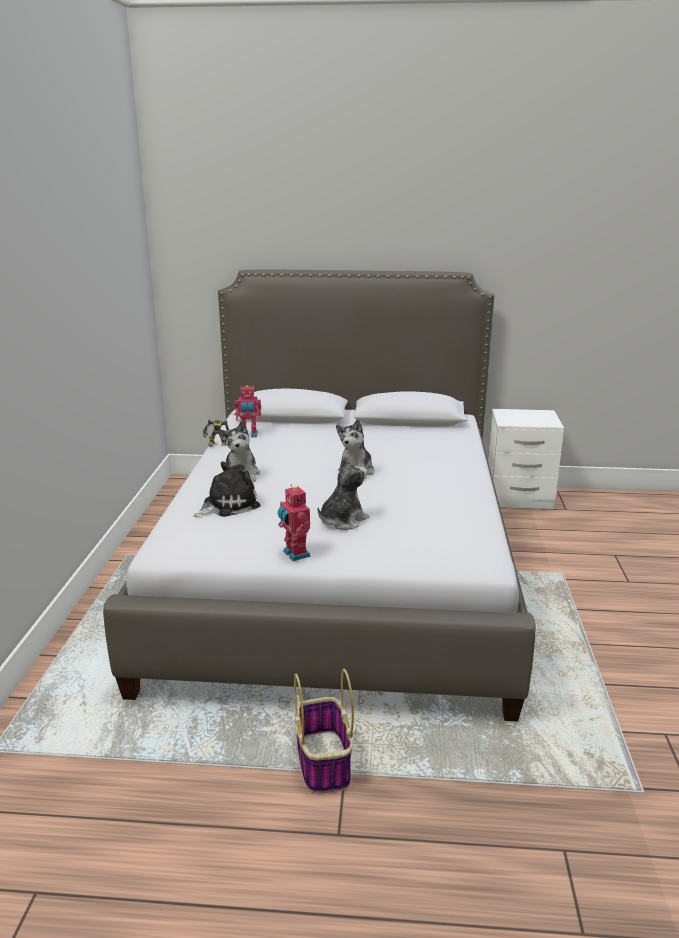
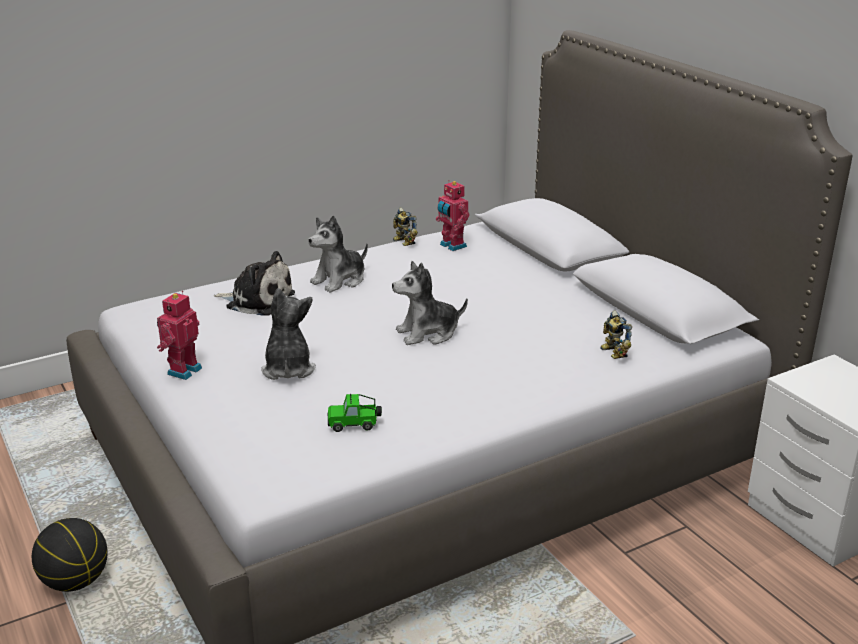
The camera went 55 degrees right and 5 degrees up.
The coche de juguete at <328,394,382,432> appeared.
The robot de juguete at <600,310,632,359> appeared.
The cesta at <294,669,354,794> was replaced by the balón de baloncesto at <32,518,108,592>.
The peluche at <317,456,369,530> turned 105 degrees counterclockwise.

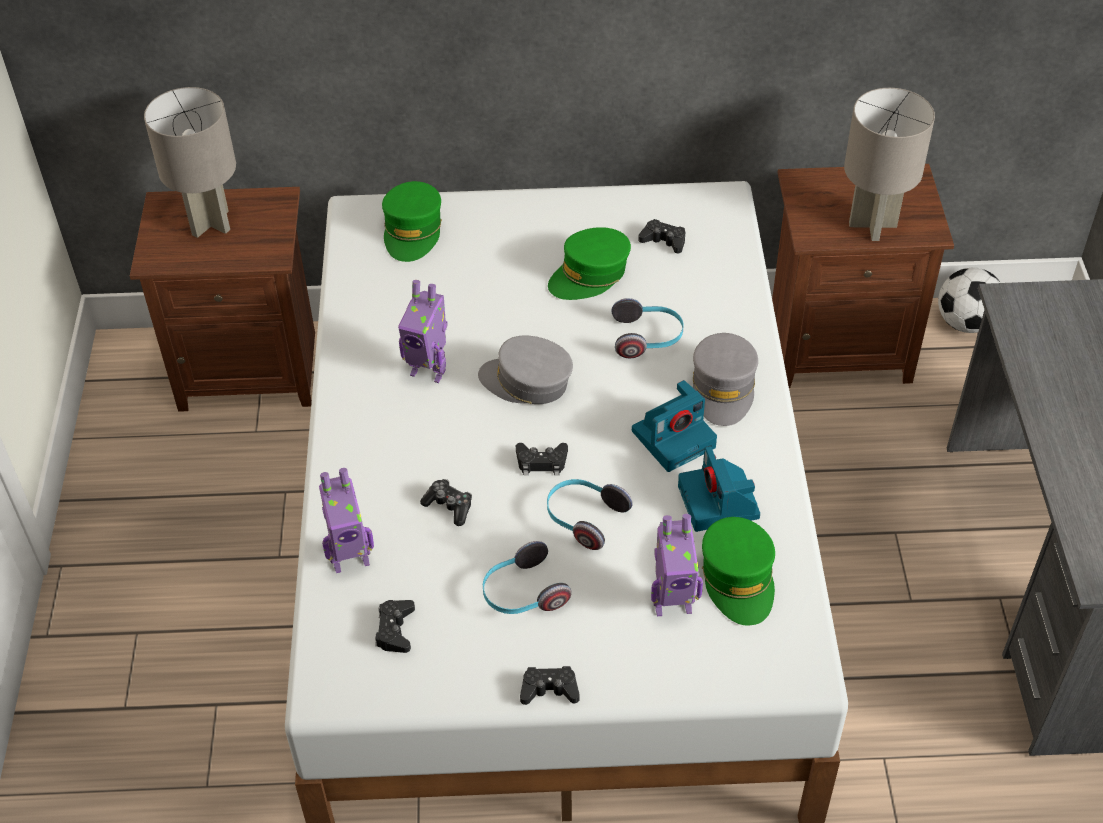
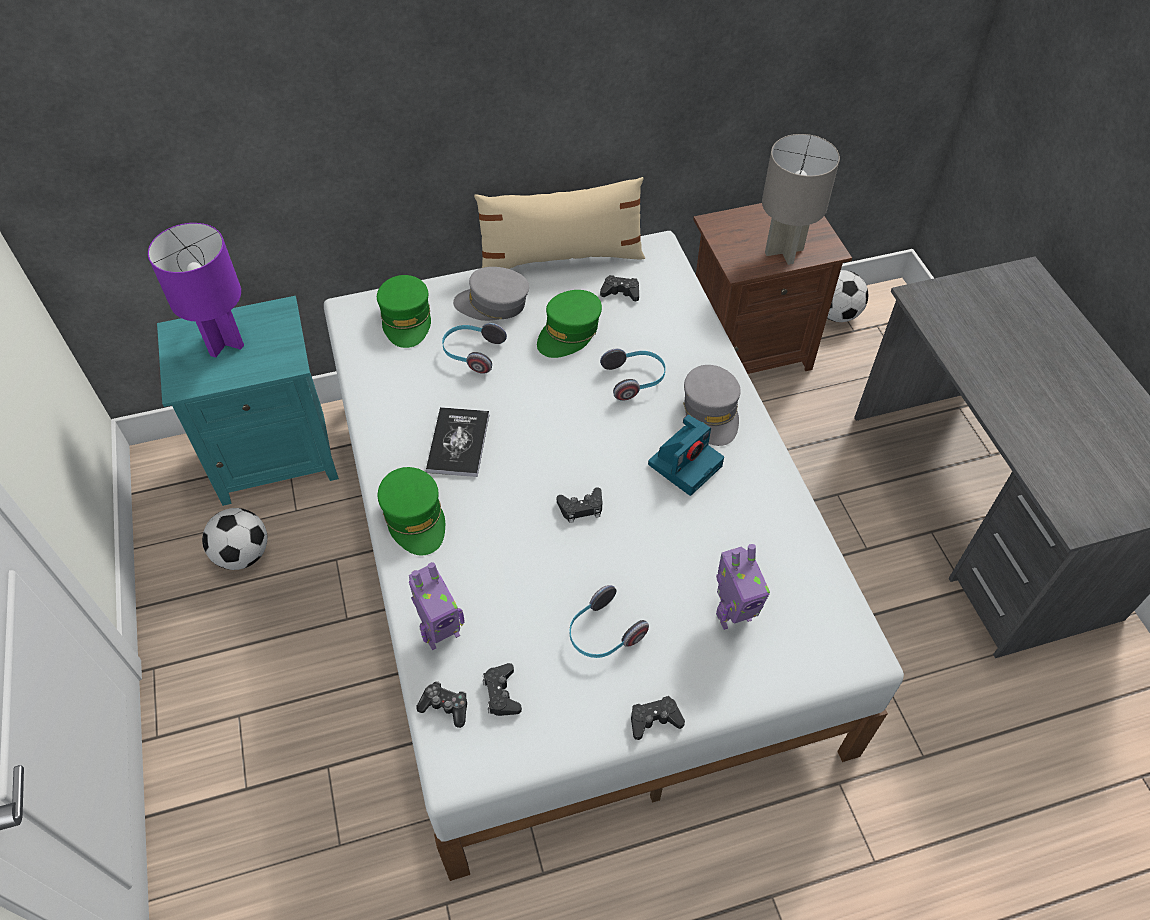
The camera went 15 degrees left and 5 degrees up.
The cámara at <678,446,760,532> disappeared.
The balón de fútbol at <202,508,268,570> appeared.
The cojín/beis at <474,177,645,269> appeared.
The mando de consola moved from <420,479,472,526> to <416,681,467,728>.
The gorra/gris moved from <478,336,573,404> to <453,267,529,321>.
The auriculares moved from <547,479,633,550> to <442,323,507,374>.
The gorra/verde moved from <702,517,775,625> to <378,467,445,556>.
The robot de juguete at <398,280,448,383> was replaced by the libro at <426,407,489,477>.
The mesita de noche/marrón at <130,187,315,412> became the mesita de noche/turquesa at <157,296,339,506>.
The lámpara de mesa/gris at <144,87,236,238> became the lámpara de mesa/morado at <148,223,244,358>.

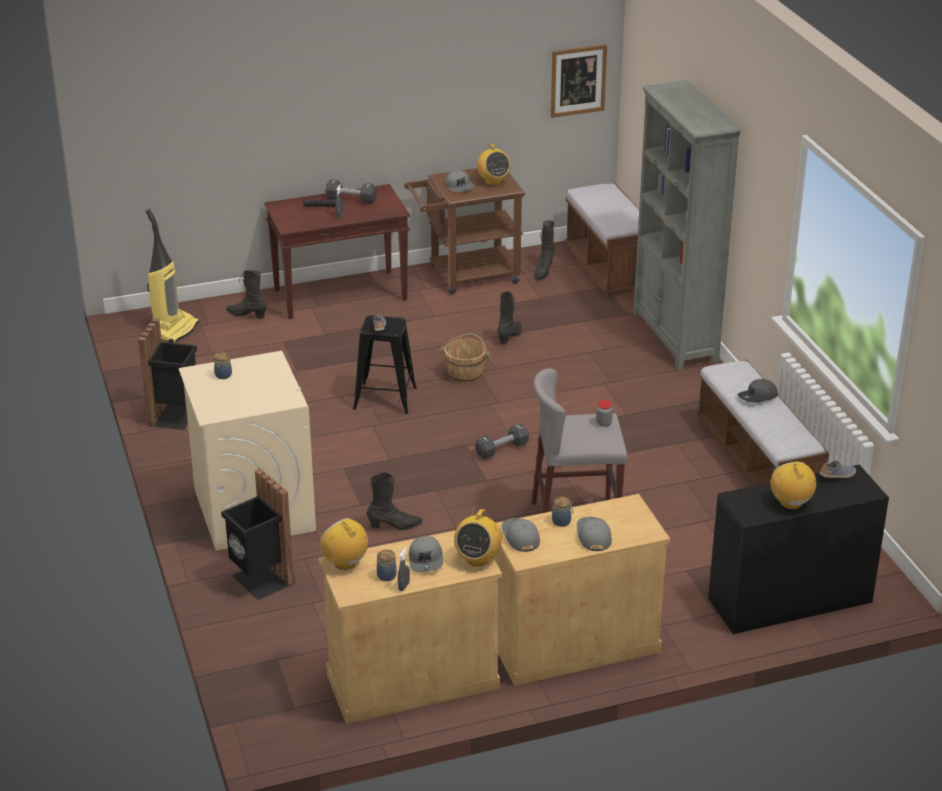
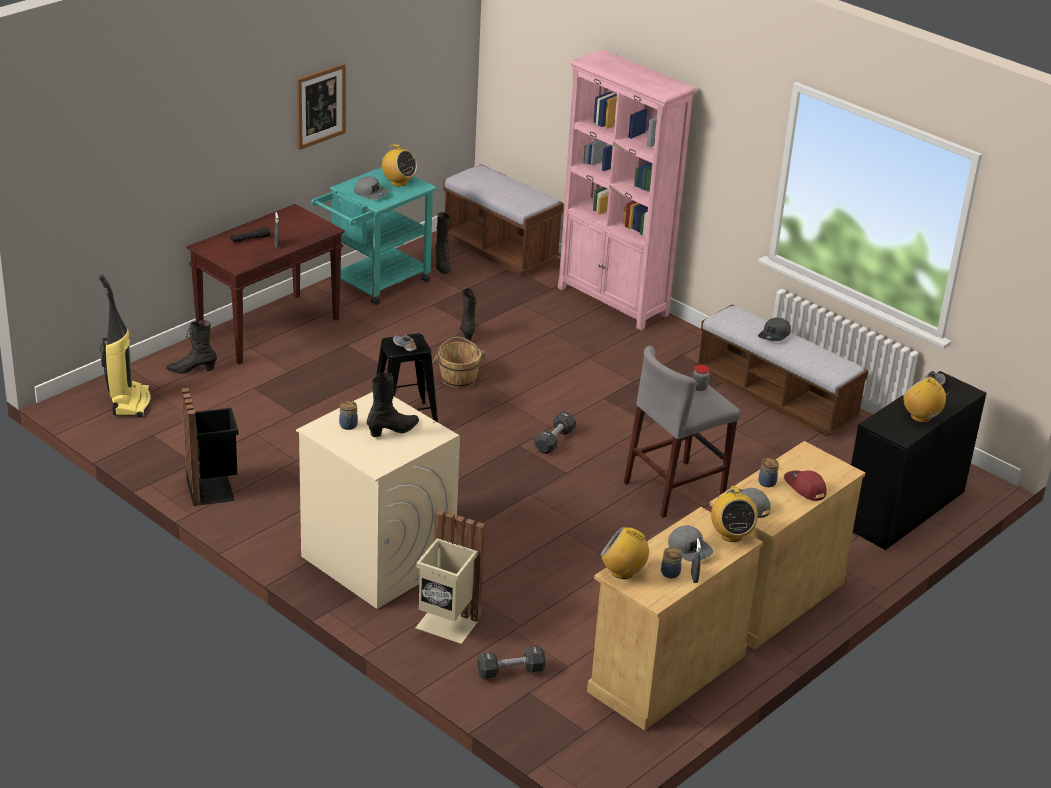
The camera went 30 degrees left and 0 degrees up.
The mancuerna/negro moved from <325,179,377,204> to <477,646,546,679>.
The bota/negro moved from <366,472,423,531> to <367,372,419,437>.
The cuadro moved from <551,44,607,118> to <297,63,346,150>.
The papelera/negro at <221,469,295,600> became the papelera/beis at <415,509,485,644>.
The carrito/marrón at <404,168,525,294> became the carrito/turquesa at <311,167,437,305>.
The gorra/gris at <577,517,612,551> became the gorra/rojo at <784,470,827,501>.
The estantería/gris at <633,80,741,370> became the estantería/rosa at <558,50,697,330>.

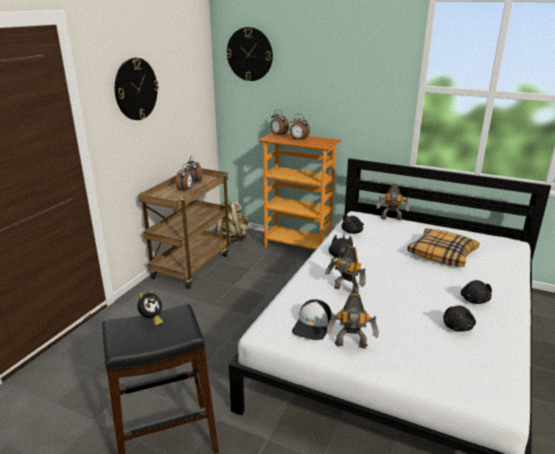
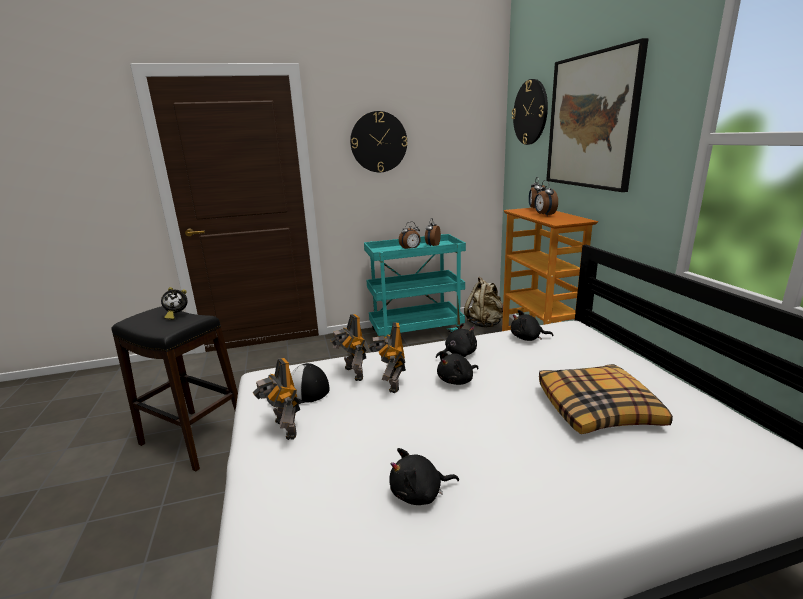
The camera went 50 degrees right and 5 degrees down.
The cuadro at <546,38,649,192> appeared.
The robot de juguete moved from <376,183,410,221> to <330,314,367,381>.
The peluche/negro moved from <461,280,492,304> to <437,351,479,385>.
The carrito/marrón at <138,168,231,289> became the carrito/turquesa at <364,234,466,337>.

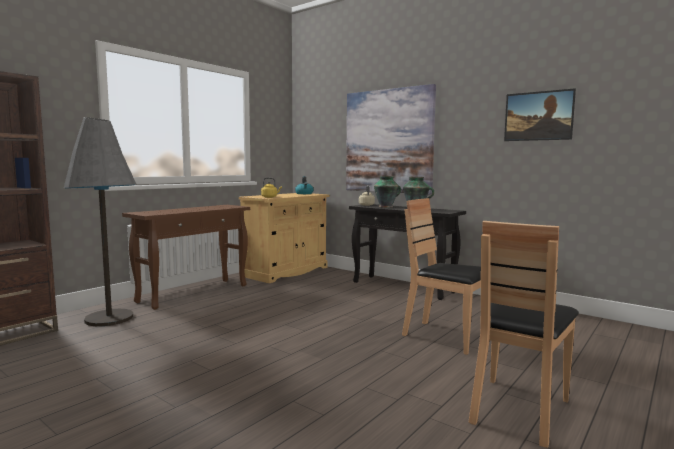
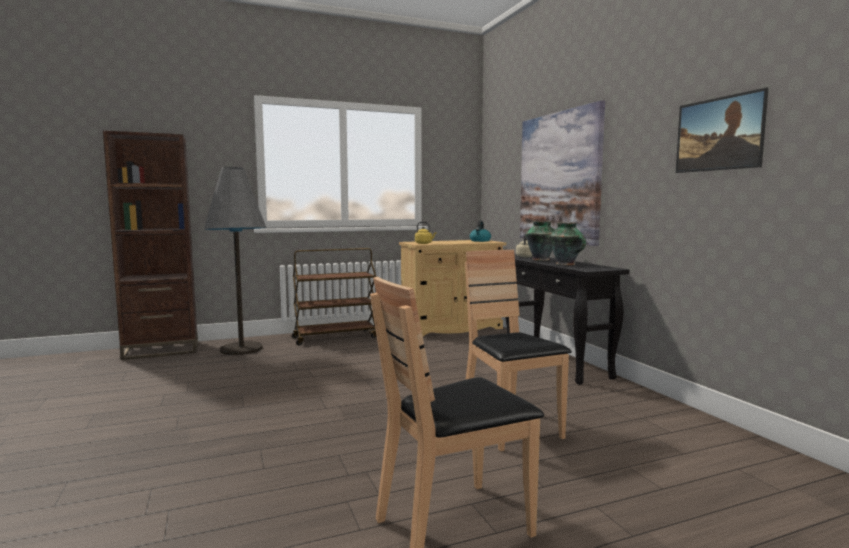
The camera went 30 degrees right and 0 degrees up.
The mesa consola/marrón at <122,205,250,310> was replaced by the carrito/marrón at <292,248,377,346>.

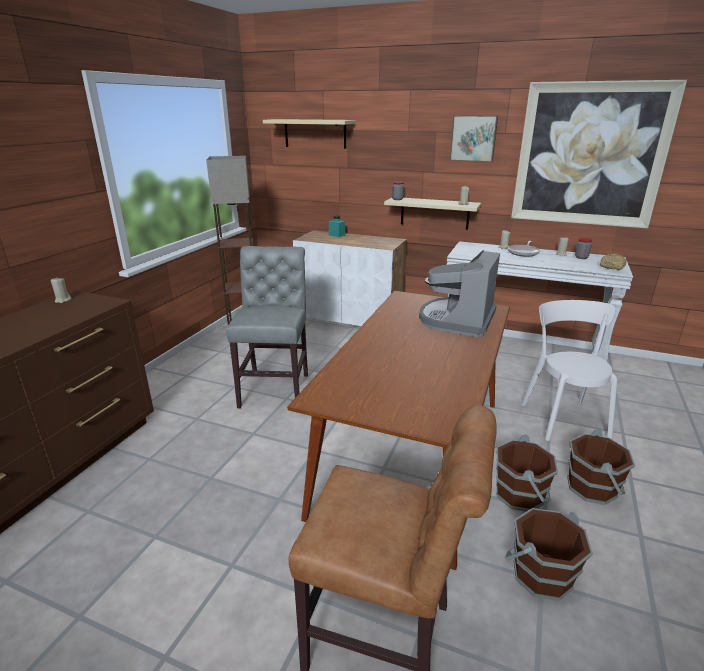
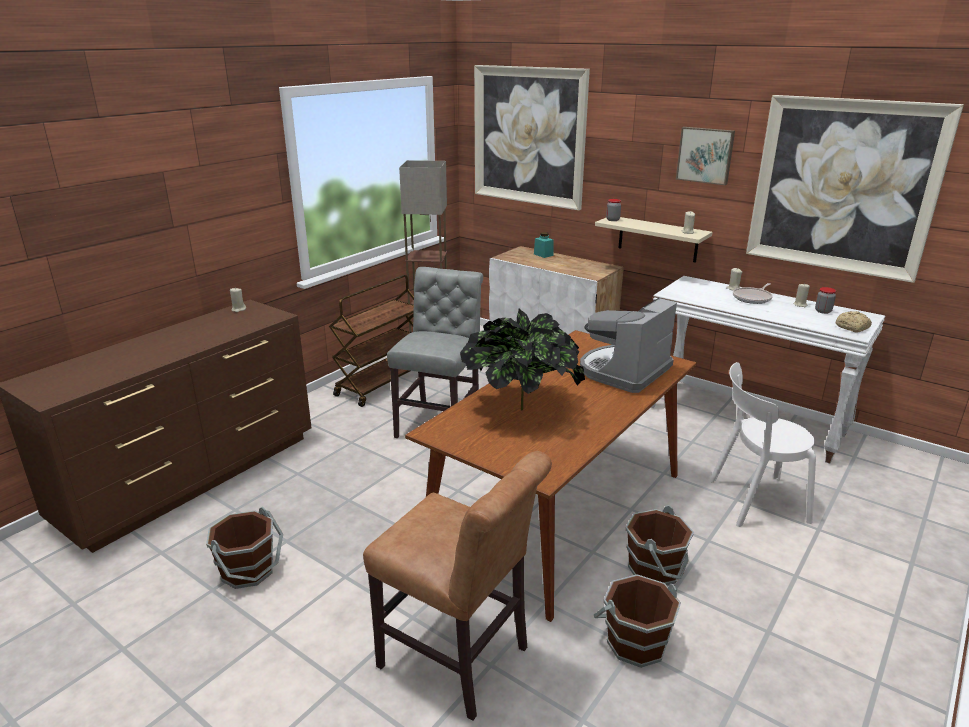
The camera went 15 degrees right and 0 degrees up.
The carrito/marrón at <329,275,414,407> appeared.
The planta en maceta at <460,308,585,411> appeared.
The cubo/marrón moved from <567,429,635,505> to <206,507,283,589>.
The estante/beis at <263,119,356,149> was replaced by the cuadro at <474,65,590,210>.
The silla/blanco at <521,300,617,441> turned 105 degrees counterclockwise.

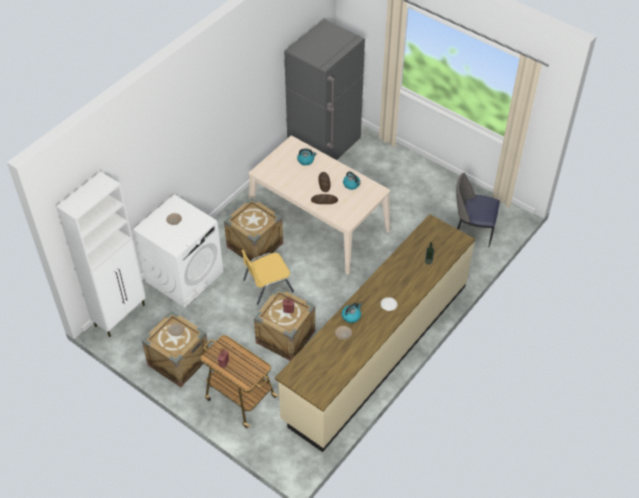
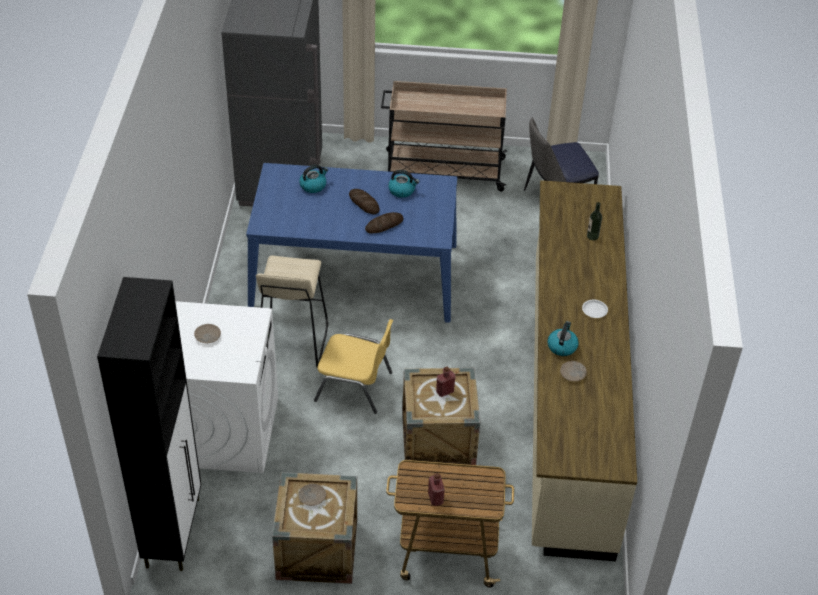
The camera went 35 degrees left and 5 degrees down.
The carrito/beis at <381,81,507,192> appeared.
The caja de embalaje at <224,197,283,262> was replaced by the taburete/beis at <256,255,328,368>.
The armario/blanco at <56,171,146,337> became the armario/negro at <97,277,201,571>.
The mesa de comedor/beis at <249,135,390,275> became the mesa de comedor/azul at <246,163,457,323>.
The silla/amarillo at <241,250,294,305> turned 105 degrees counterclockwise.

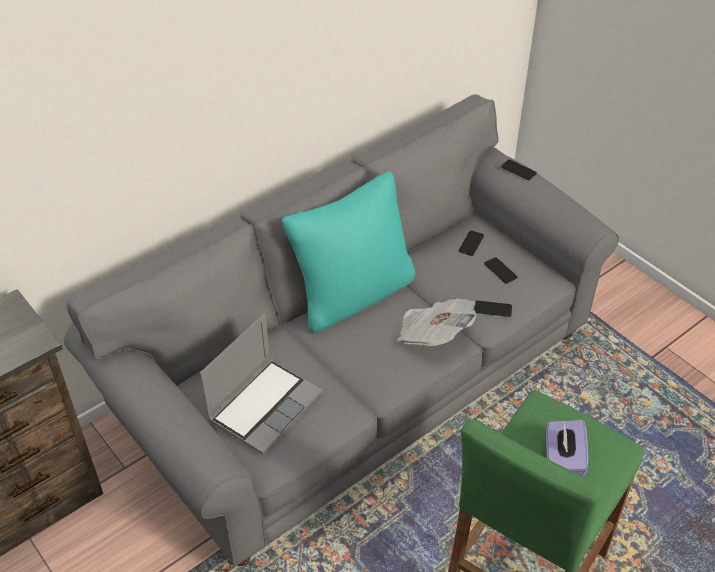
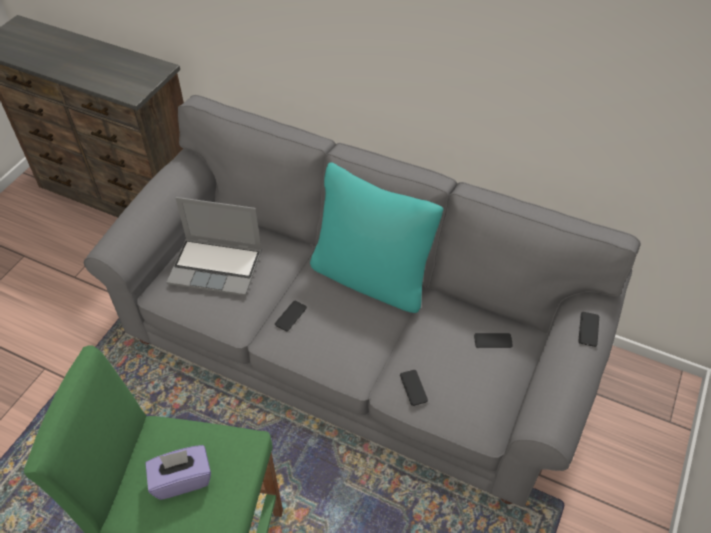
The camera went 65 degrees right and 5 degrees up.
The periódico at <397,298,476,346> disappeared.
The móvil moved from <484,257,517,284> to <275,301,307,331>.

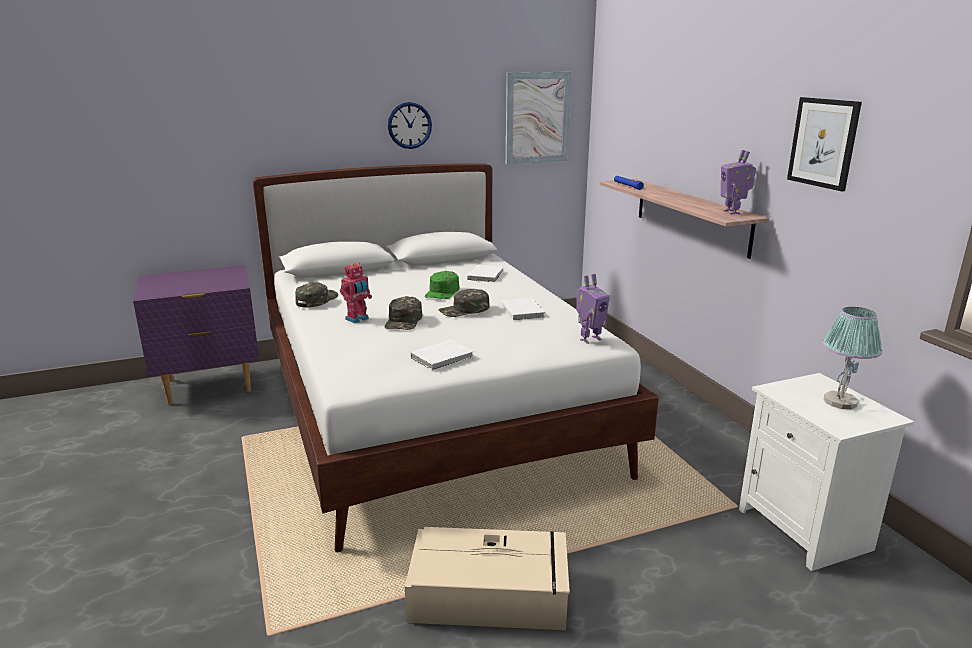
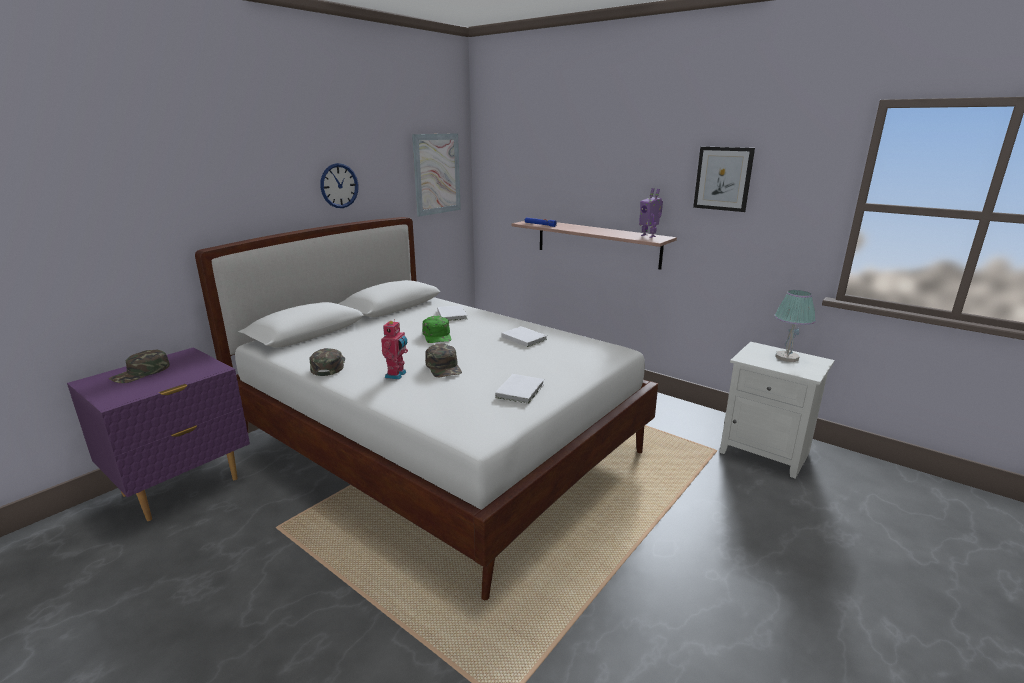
The camera went 30 degrees left and 0 degrees up.
The caja de almacenaje/beis at <405,527,570,630> disappeared.
The robot de juguete at <576,274,610,344> disappeared.
The gorra/verde moved from <438,289,490,317> to <109,350,170,383>.

